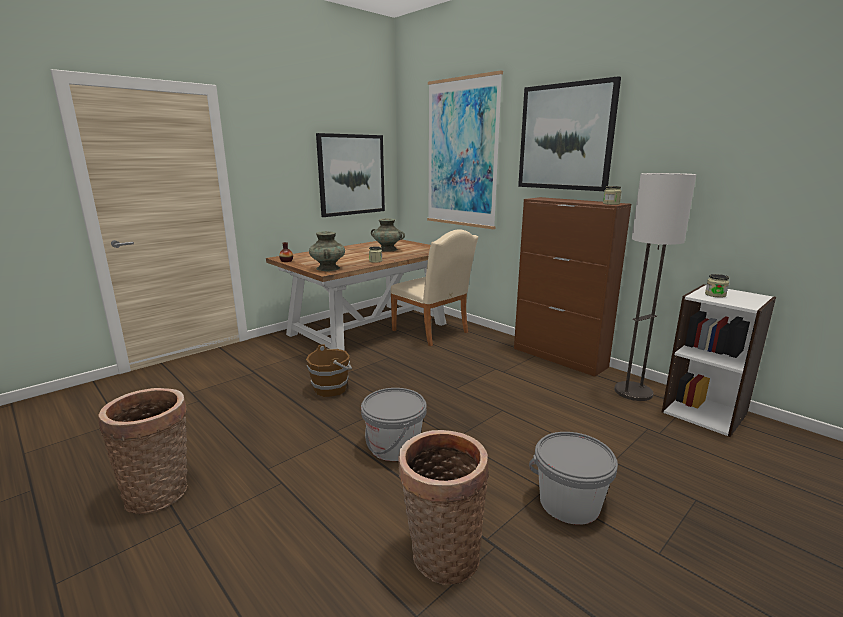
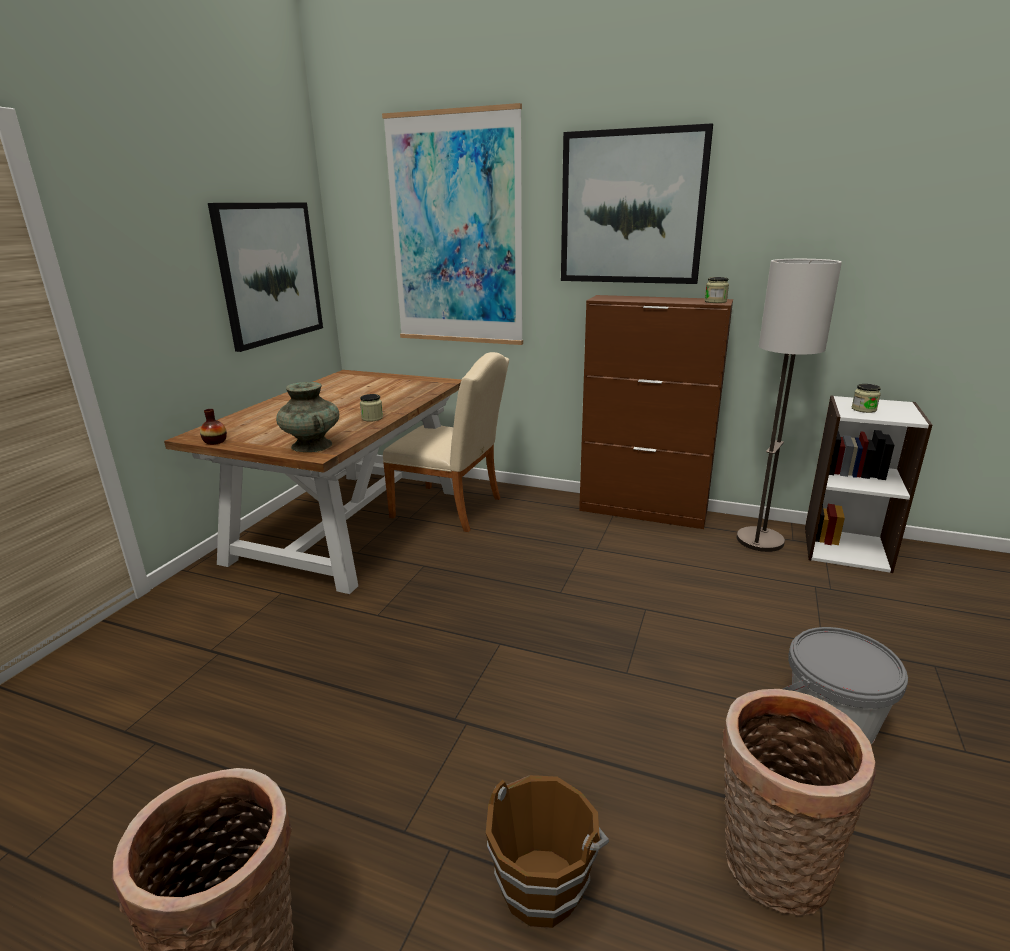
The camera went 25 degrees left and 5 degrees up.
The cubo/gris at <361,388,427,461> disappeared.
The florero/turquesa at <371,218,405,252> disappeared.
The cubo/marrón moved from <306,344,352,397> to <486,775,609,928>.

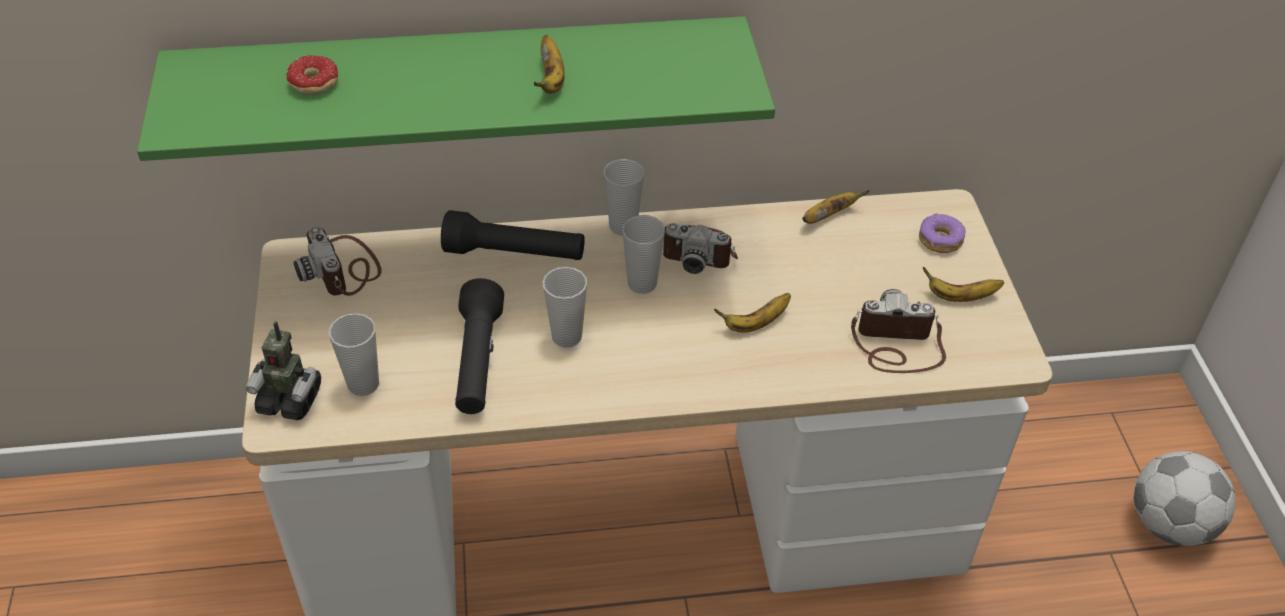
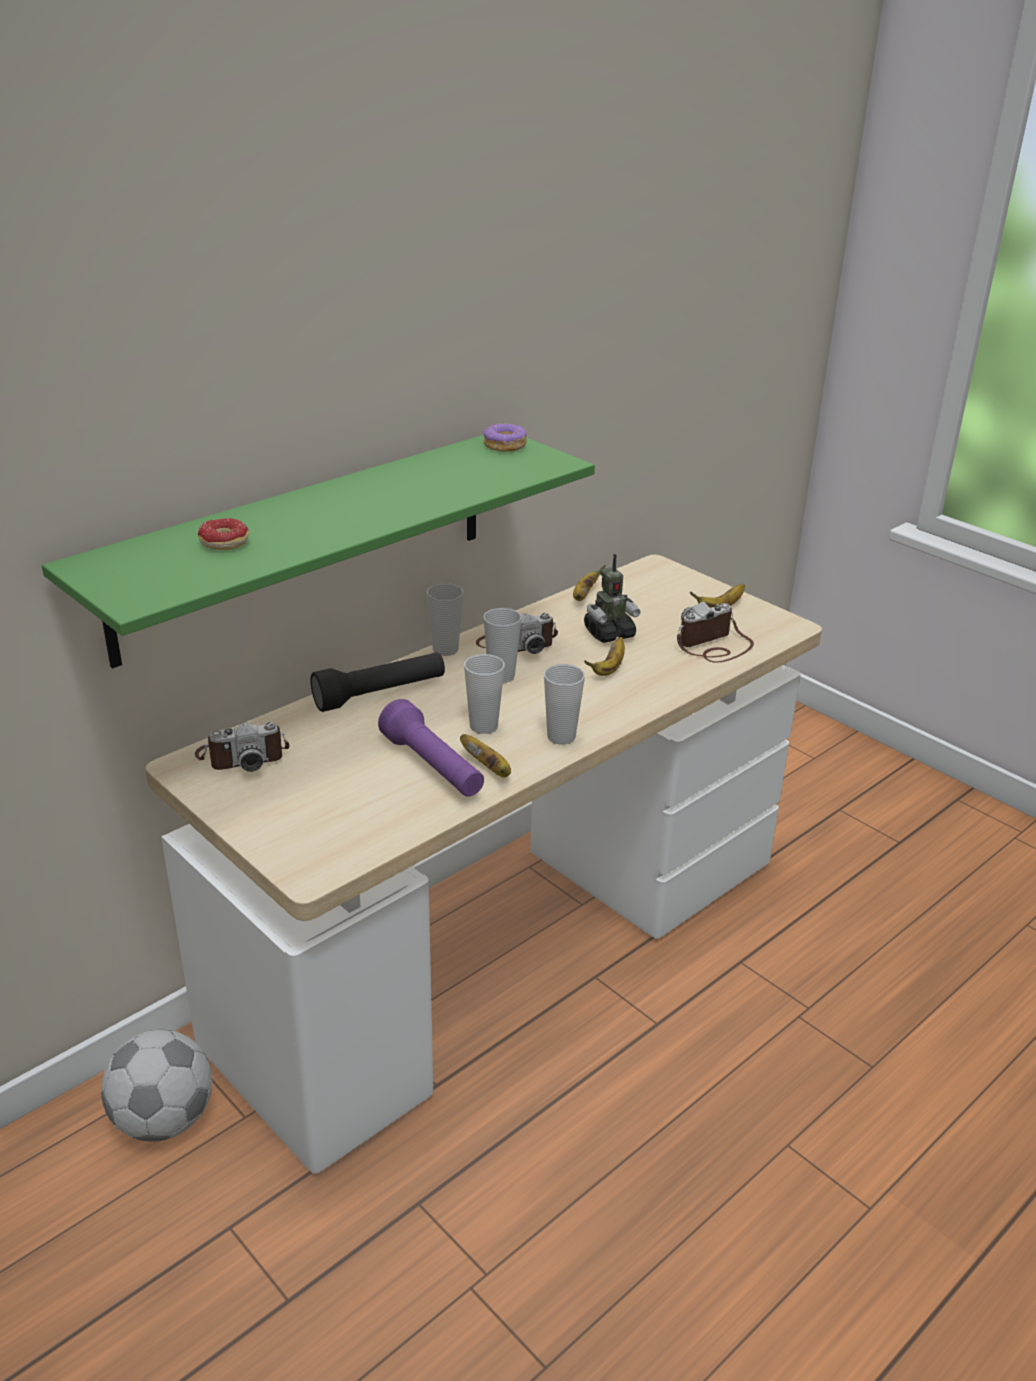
The camera went 35 degrees left and 15 degrees down.
The robot de juguete moved from <246,321,321,420> to <584,554,640,643>.
The taza moved from <329,313,379,396> to <544,664,585,745>.
The plátano moved from <534,35,565,94> to <460,734,511,778>.
The rosquilla moved from <919,213,966,253> to <484,424,527,452>.
The balón de fútbol moved from <1134,451,1236,546> to <101,1029,212,1142>.
The linterna/negro at <455,278,504,414> became the linterna/morado at <378,699,484,797>.
The cámara at <293,226,382,296> turned 45 degrees counterclockwise.

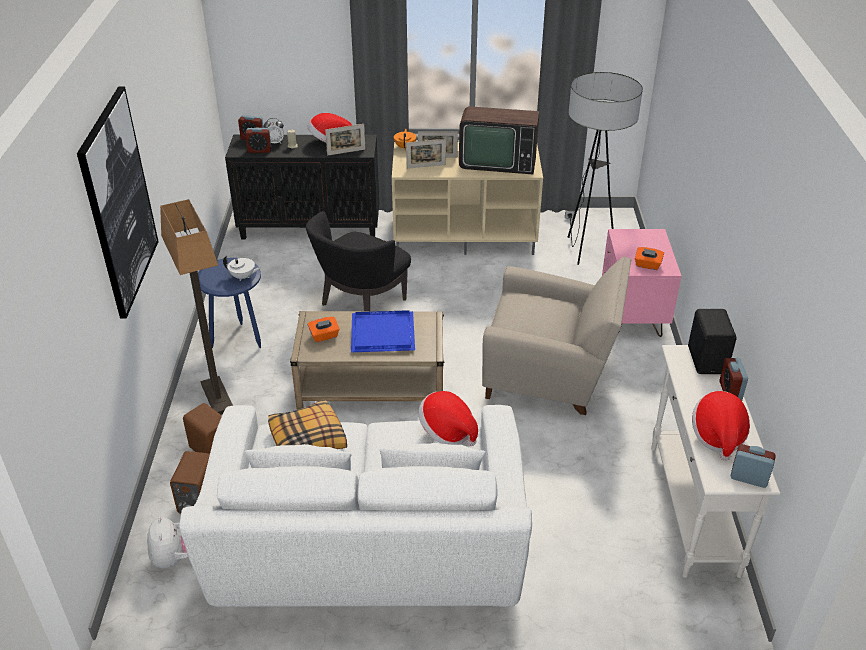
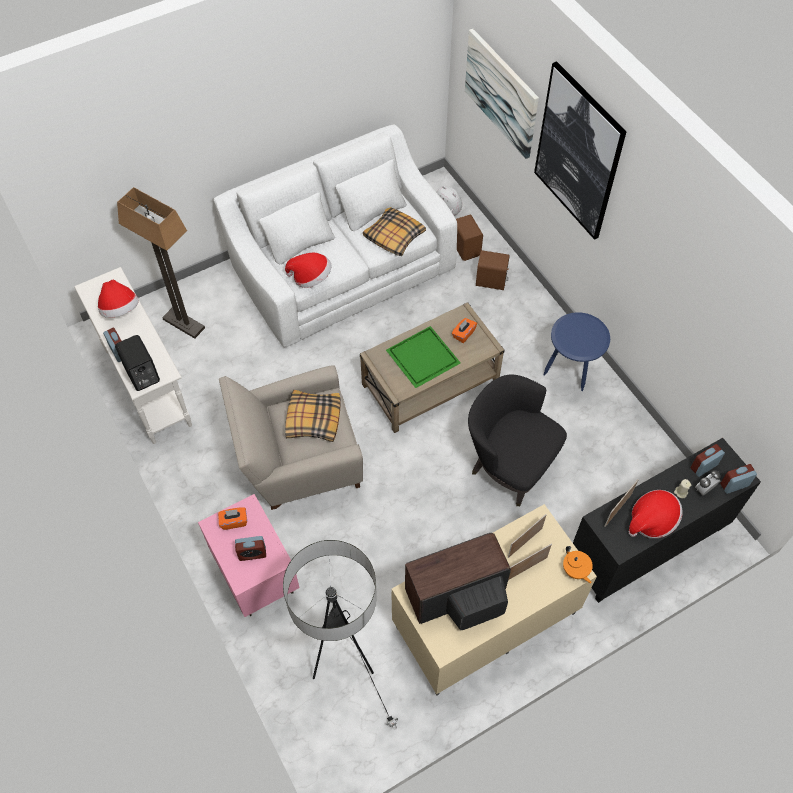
The camera went 150 degrees right and 20 degrees up.
The tetera/blanco at <223,256,261,281> disappeared.
The cojín at <285,390,341,442> appeared.
The cuadro at <465,29,539,159> appeared.
The lámpara de pie moved from <160,199,233,415> to <117,187,205,339>.
The despertador moved from <731,444,776,488> to <235,536,266,561>.
The bandeja/azul at <351,310,415,352> became the bandeja/verde at <386,326,461,388>.
The sillón/negro at <306,211,411,311> turned 60 degrees counterclockwise.

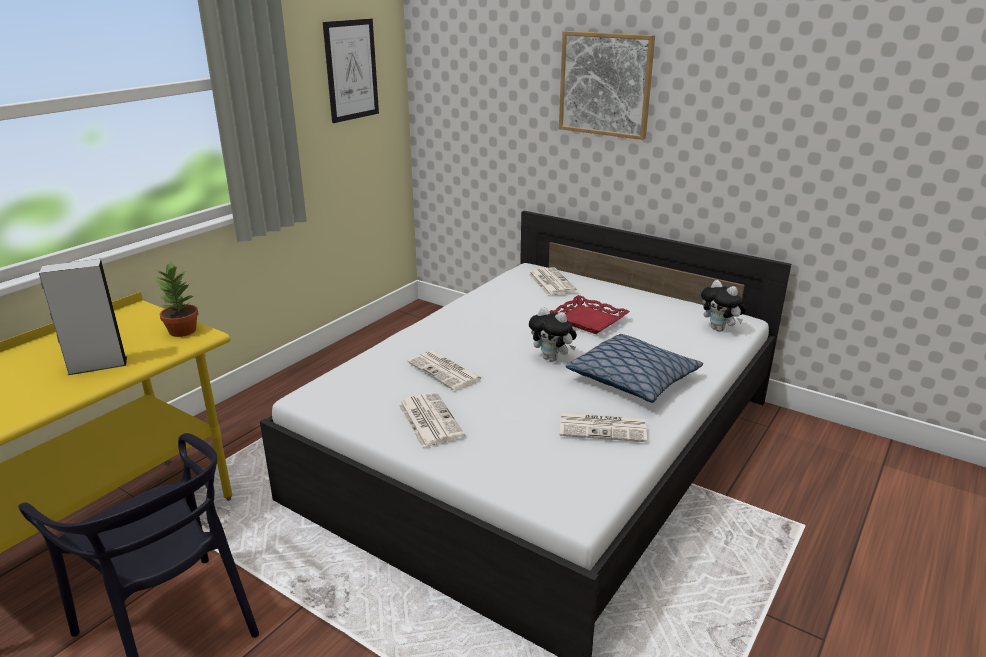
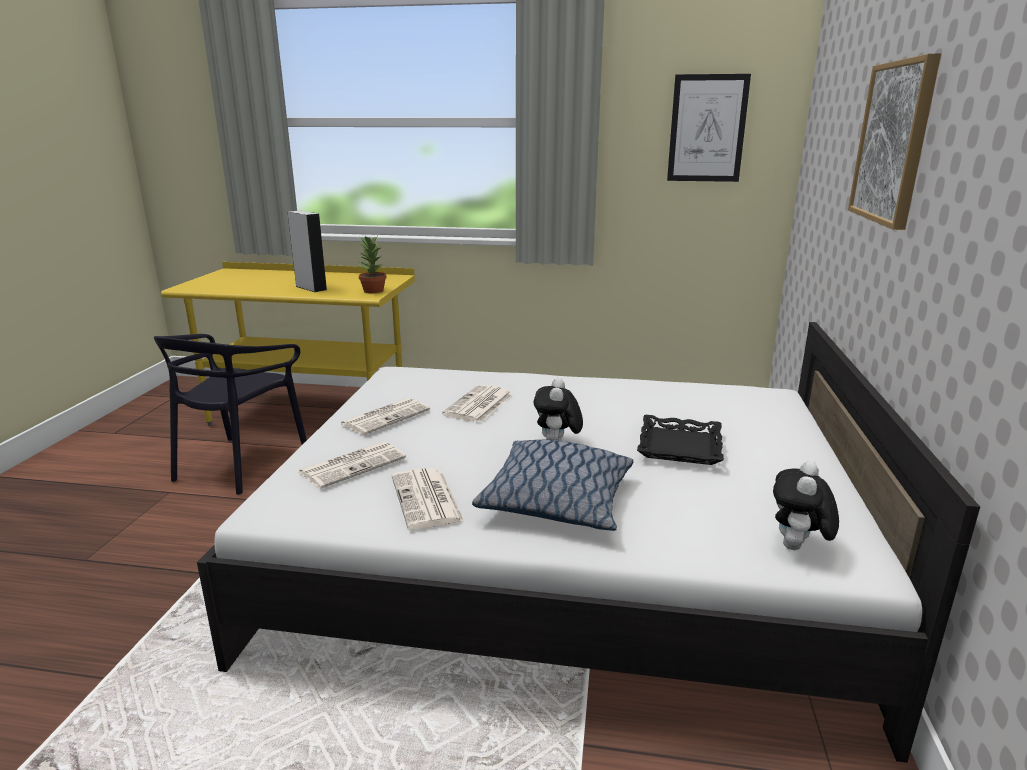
The camera went 65 degrees right and 5 degrees down.
The periódico moved from <528,267,577,296> to <299,441,406,489>.
The bandeja/rojo at <549,295,630,334> became the bandeja/negro at <637,415,724,465>.

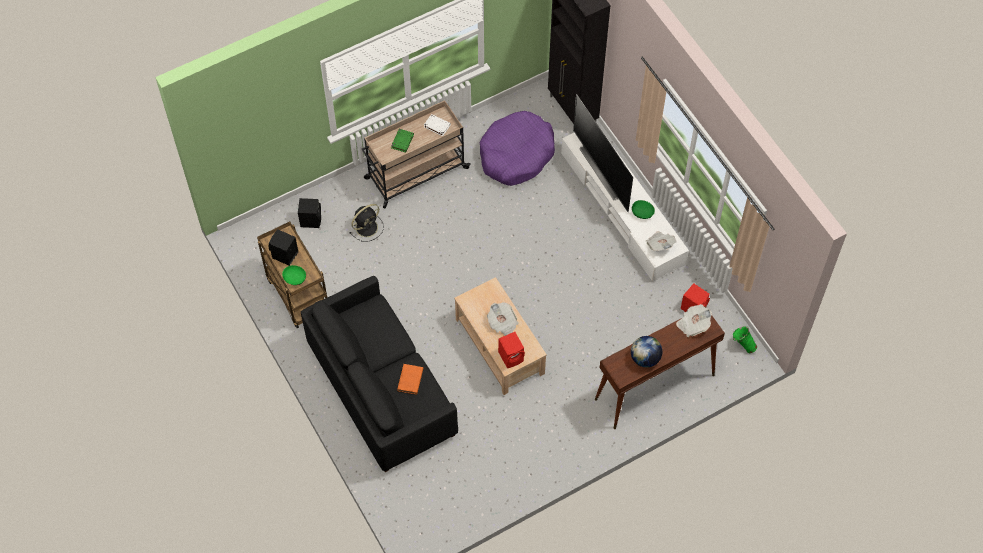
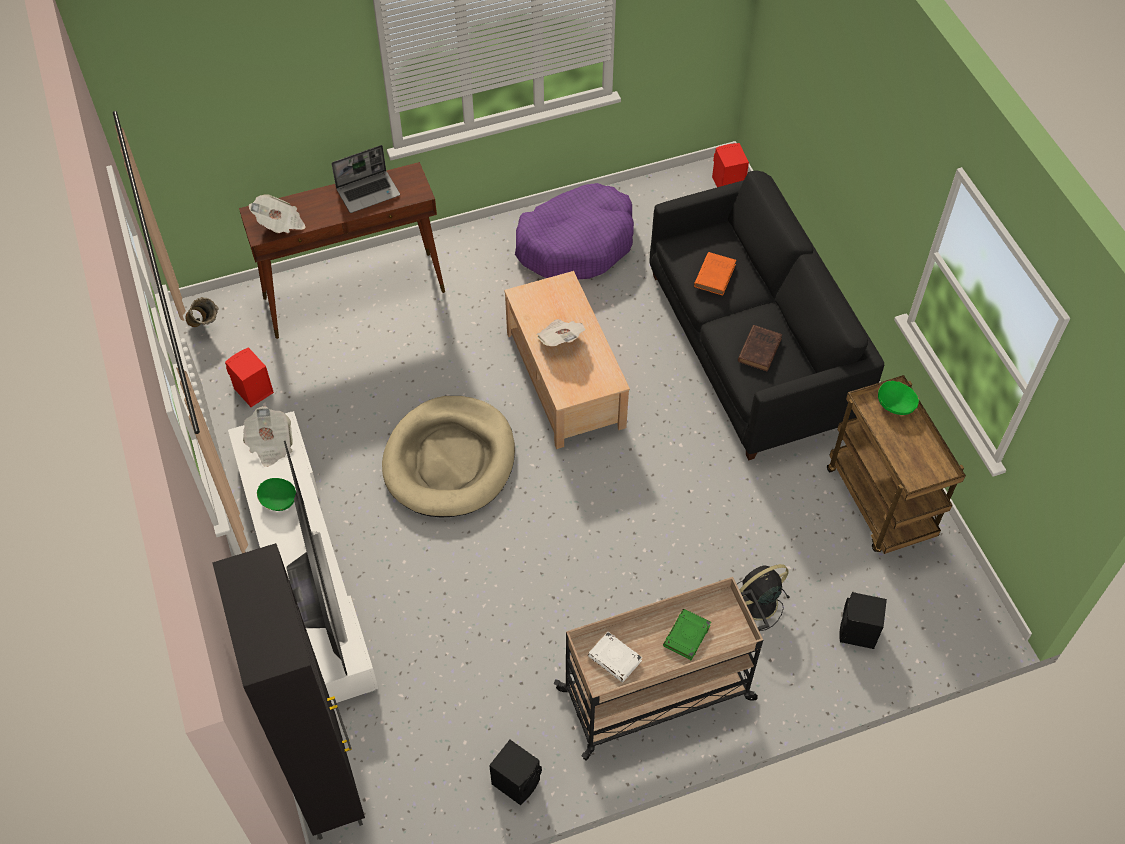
The camera went 170 degrees left and 5 degrees down.
The cama para perro/beis at <382,396,515,518> appeared.
The libro/marrón at <738,325,782,372> appeared.
The altavoz/negro moved from <268,229,298,266> to <489,740,542,805>.
The cama para perro/morado moved from <480,111,555,186> to <515,183,634,279>.
The altavoz/rojo moved from <498,332,525,368> to <712,143,749,187>.
The globo terráqueo at <631,336,662,368> was replaced by the portátil at <331,145,400,213>.
The florero/verde at <733,327,757,353> became the florero/beis at <186,297,219,327>.

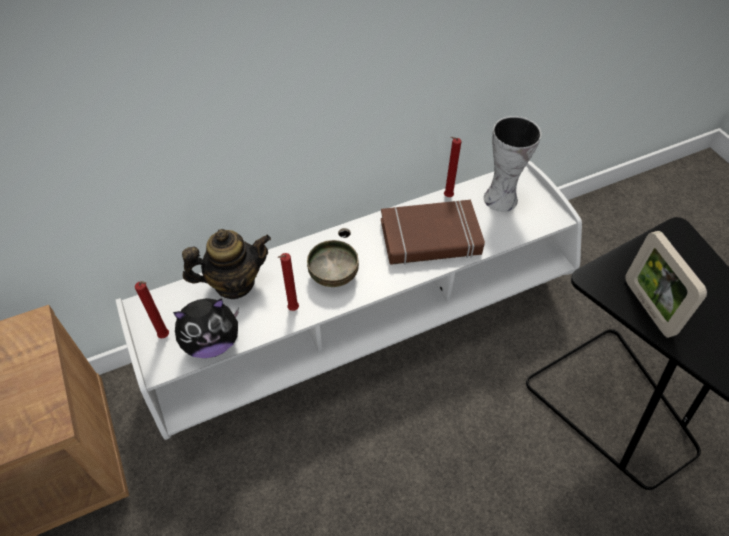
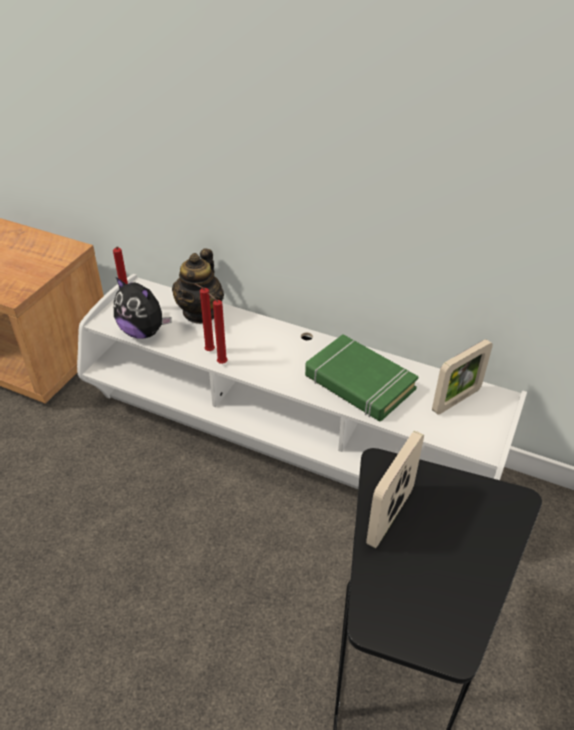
The camera went 50 degrees right and 10 degrees down.
The cuenco at <307,240,359,287> disappeared.
The vela/rojo moved from <444,137,461,197> to <208,293,228,364>.
The florero at <484,116,542,212> was replaced by the portarretratos at <432,339,493,415>.
The libro/marrón at <381,200,485,265> became the libro/verde at <305,334,419,422>.
The tetera at <182,229,271,299> turned 75 degrees clockwise.

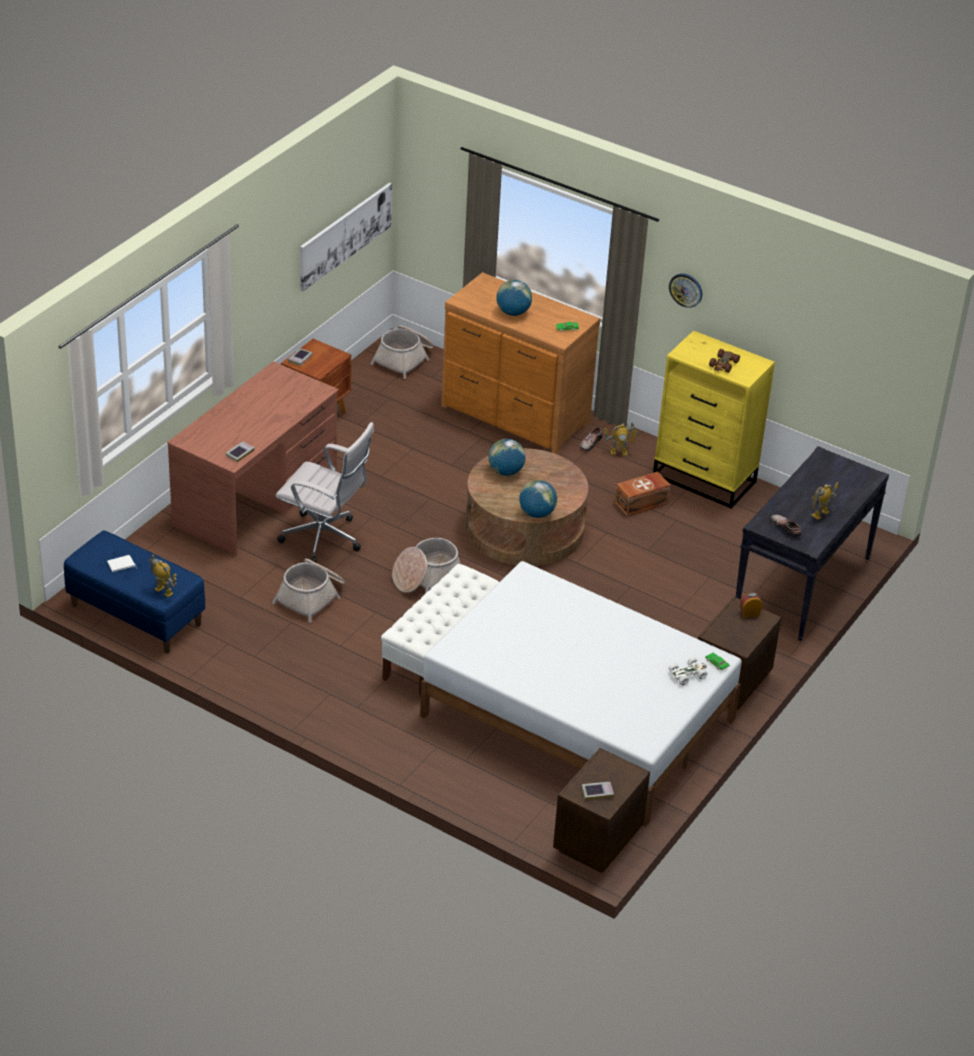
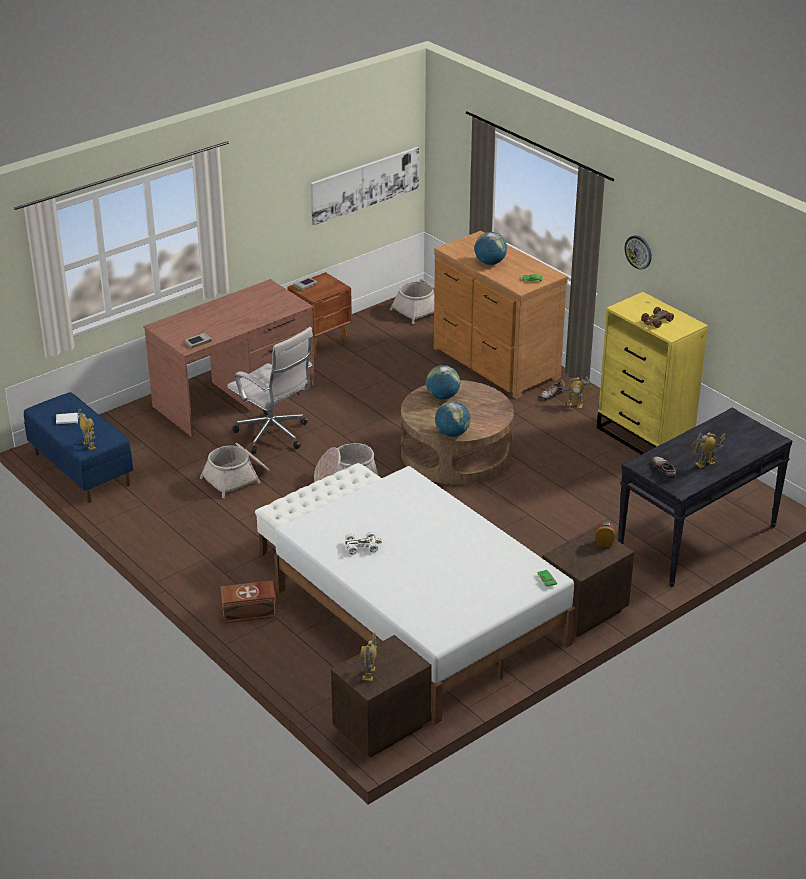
The camera went 20 degrees right and 5 degrees down.
The caja de almacenaje/marrón moved from <615,472,670,516> to <221,580,277,623>.
The coche de juguete/blanco moved from <669,657,708,685> to <345,532,382,554>.
The libro at <582,782,614,800> was replaced by the robot de juguete at <361,633,377,681>.

